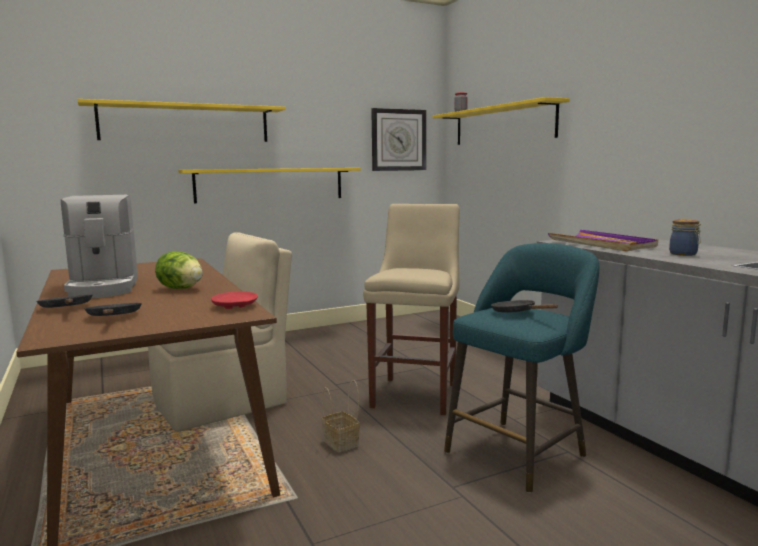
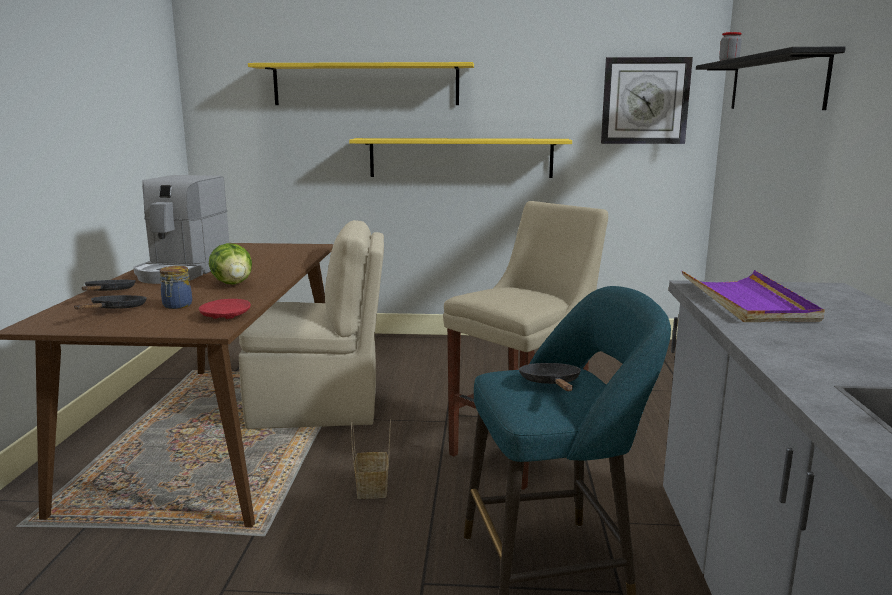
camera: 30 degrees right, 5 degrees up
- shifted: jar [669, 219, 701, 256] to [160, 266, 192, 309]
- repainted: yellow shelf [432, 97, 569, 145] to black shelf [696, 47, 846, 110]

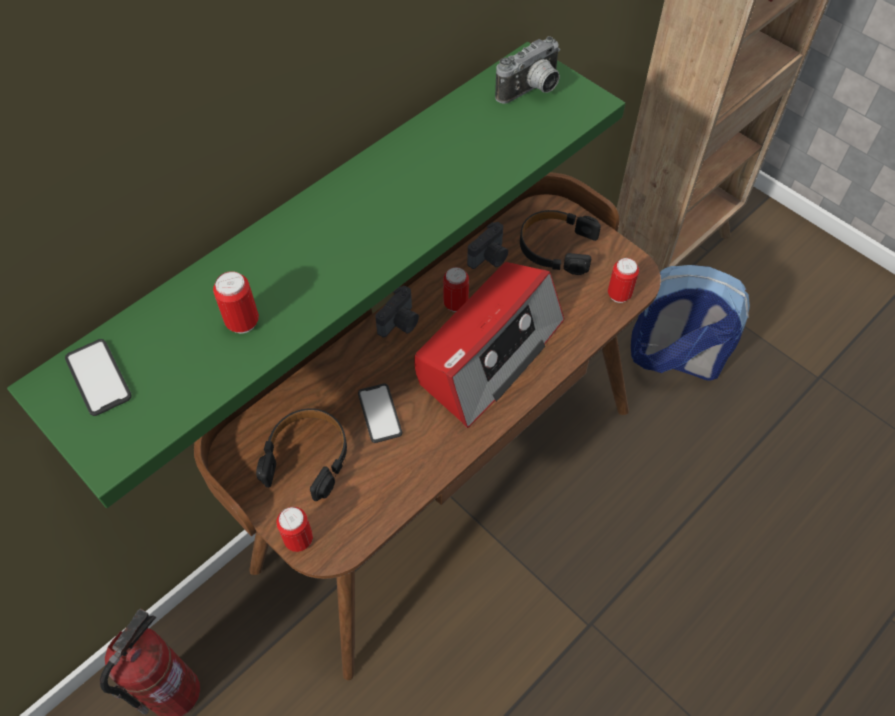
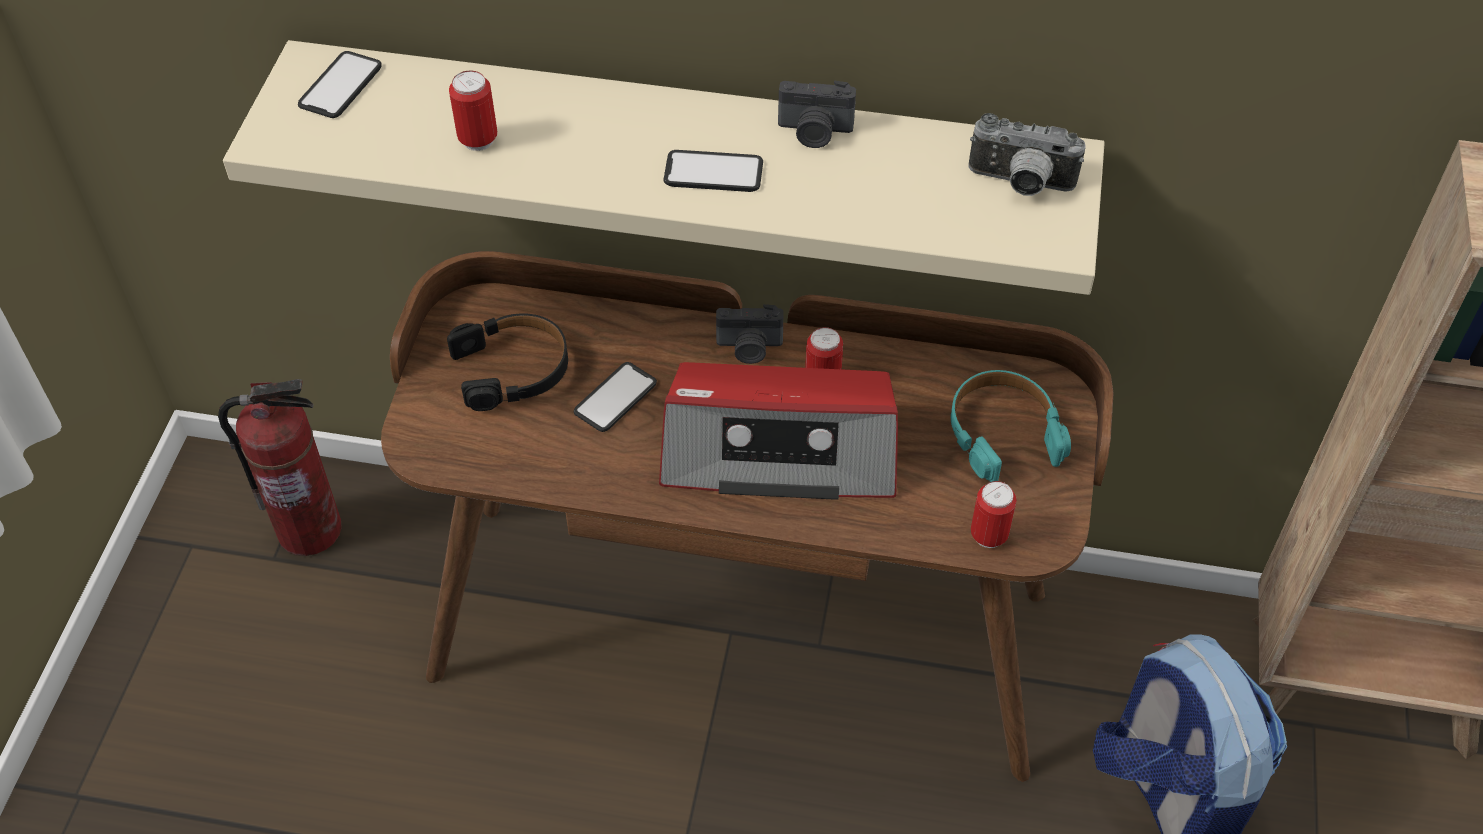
camera: 55 degrees right, 5 degrees down
- gone: can [276, 507, 313, 552]
- new: phone [663, 150, 763, 192]
- shifted: photo camera [467, 222, 508, 269] to [778, 80, 856, 148]
- repainted: green shelf [7, 42, 625, 508] to beige shelf [223, 40, 1105, 295]
- repainted: black headphones [520, 210, 601, 275] to turquoise headphones [951, 370, 1071, 482]

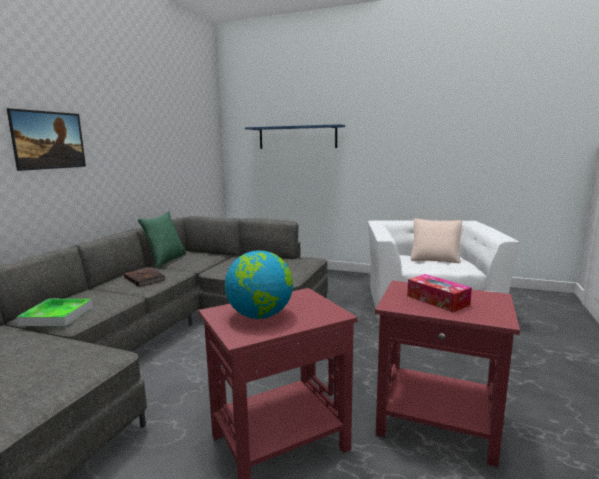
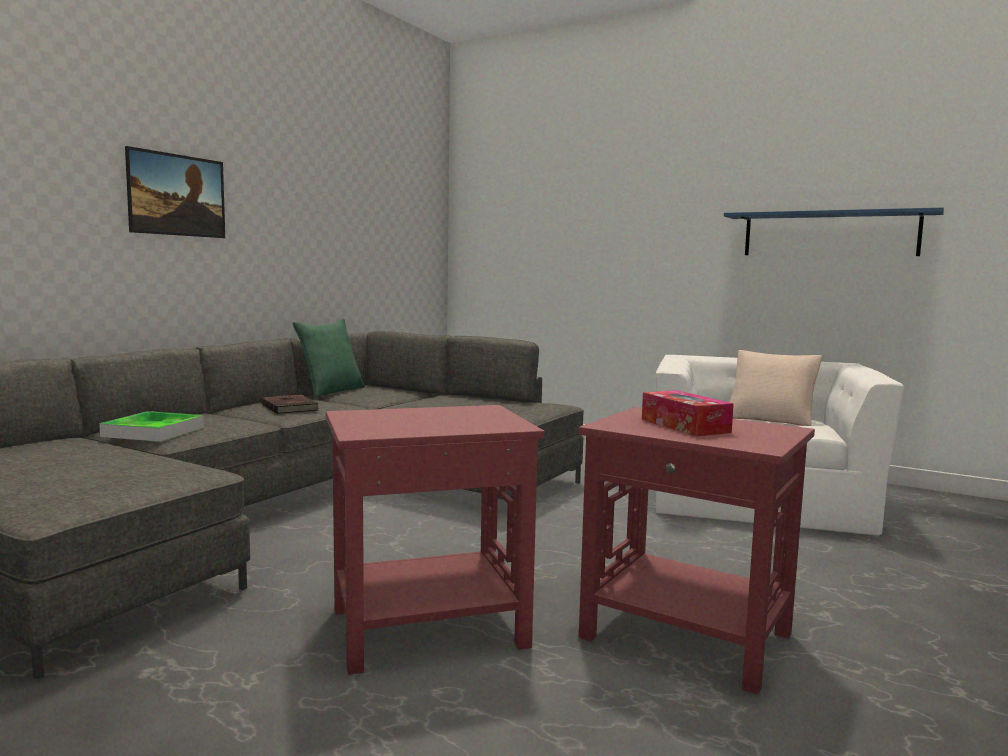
camera: 10 degrees right, 5 degrees down
- gone: globe [225, 250, 293, 319]
- shifted: blue shelf [245, 124, 345, 149] to [724, 207, 944, 256]

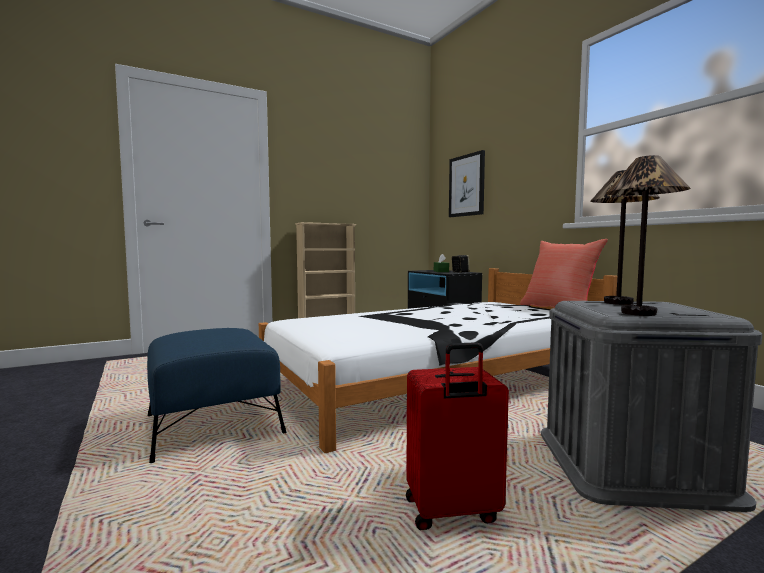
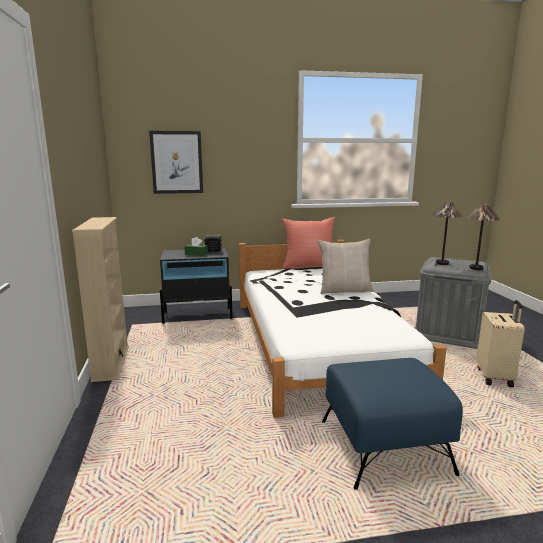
camera: 70 degrees left, 10 degrees up
- new: beige pillow [318, 239, 374, 294]
- repainted: red suitcase [406, 342, 509, 530] to beige suitcase [476, 300, 525, 387]

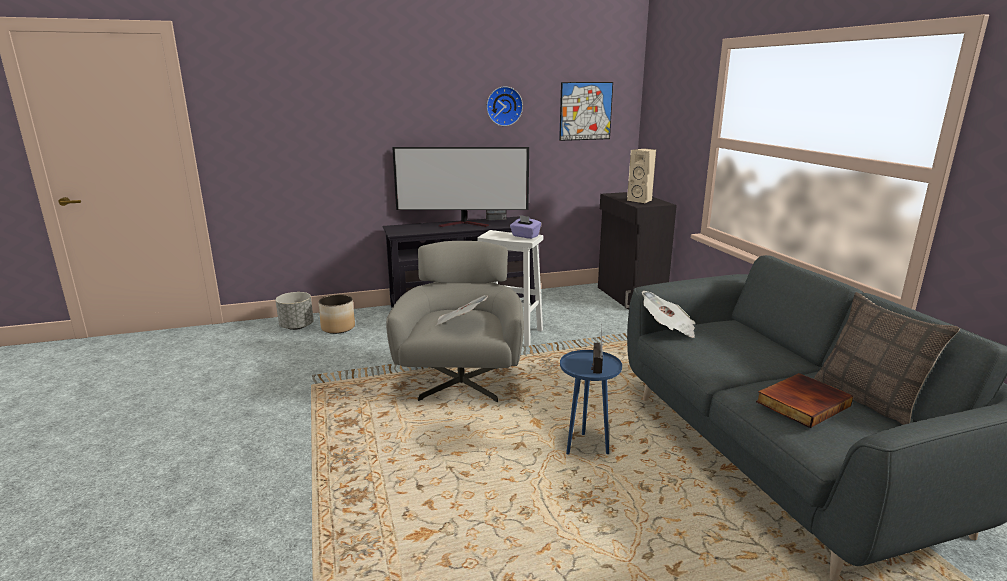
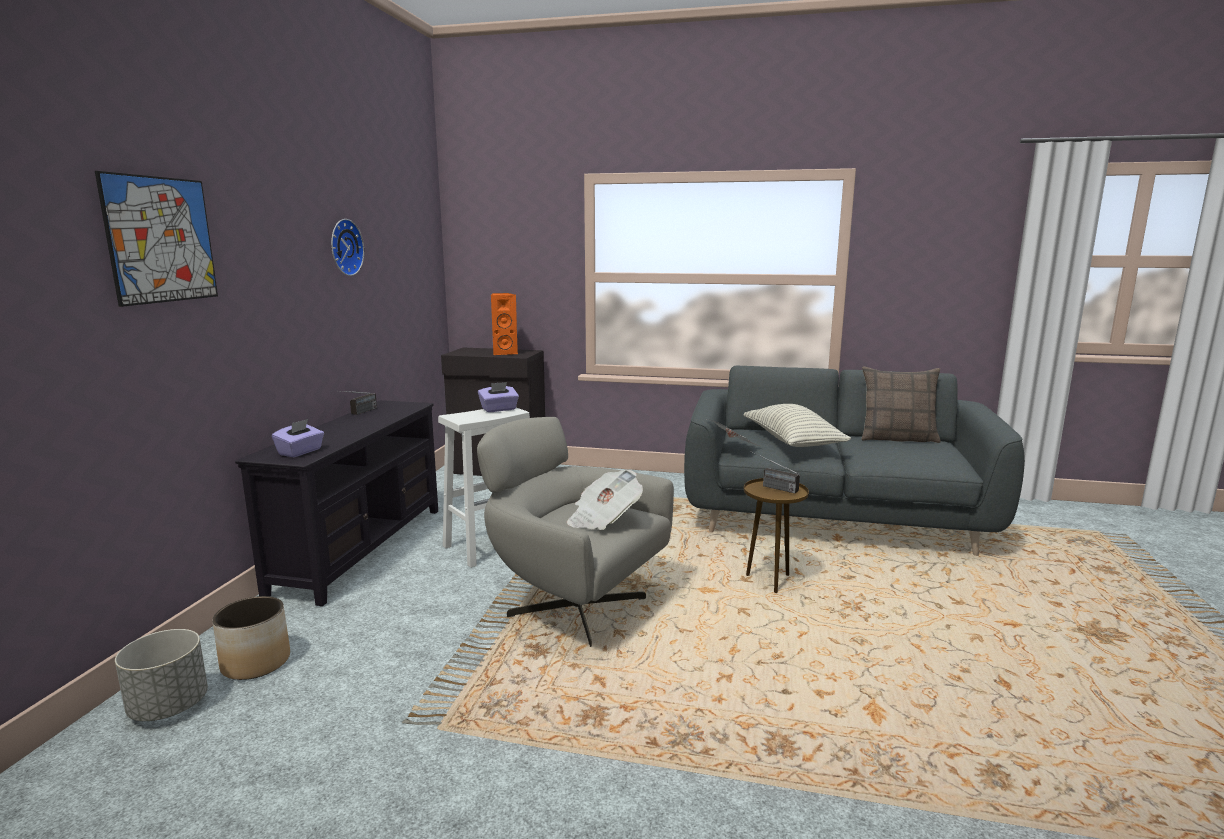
camera: 60 degrees left, 5 degrees down
- gone: television [392, 147, 529, 227]
- gone: book [756, 373, 853, 428]
- new: purple tissue box [272, 419, 324, 457]
- new: pillow [743, 404, 851, 447]
- shifted: picture [559, 82, 613, 141] to [95, 171, 218, 307]
- repainted: blue side table [560, 350, 622, 455] to brown side table [744, 478, 809, 593]
- repainted: beige speaker [627, 149, 656, 203] to orange speaker [491, 293, 518, 355]

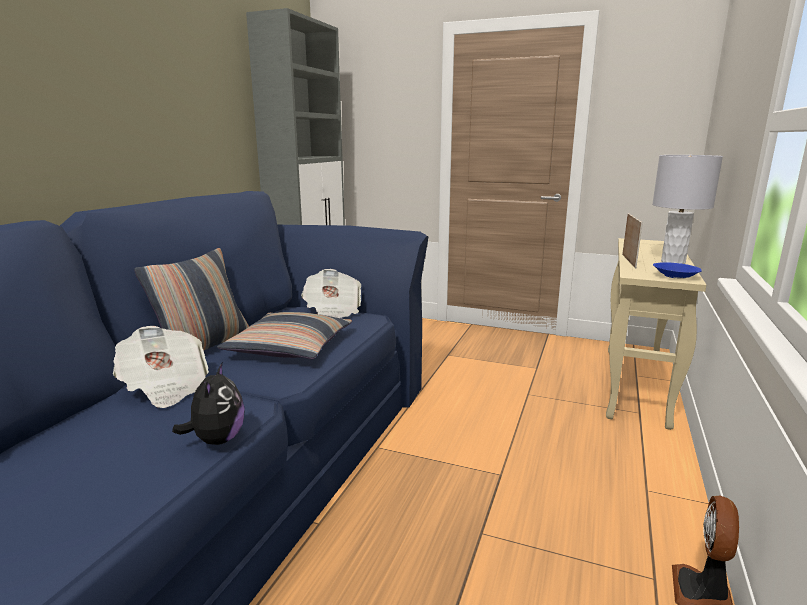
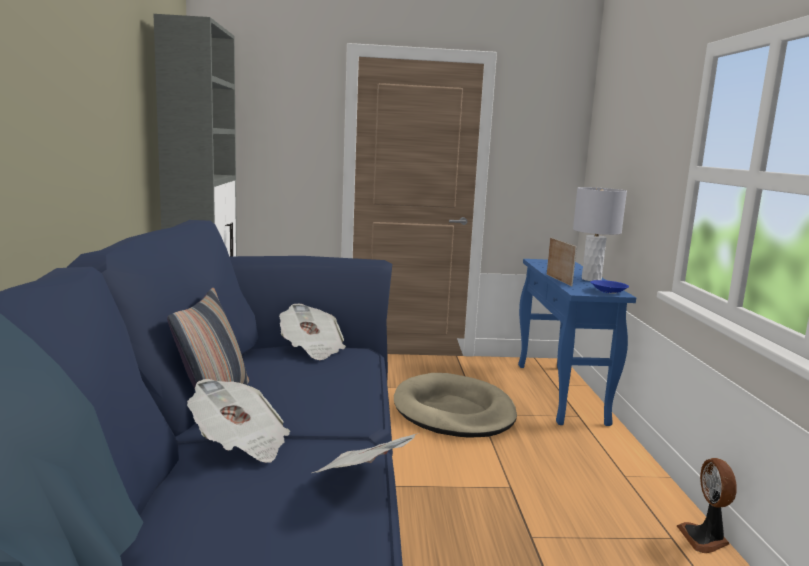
camera: 25 degrees left, 5 degrees down
- gone: pillow [217, 312, 352, 359]
- new: beige dog bed [394, 373, 517, 438]
- swapped: plush toy [172, 363, 245, 445] to newspaper [312, 433, 418, 473]
- repainted: beige console table [606, 238, 706, 430] to blue console table [518, 259, 636, 426]

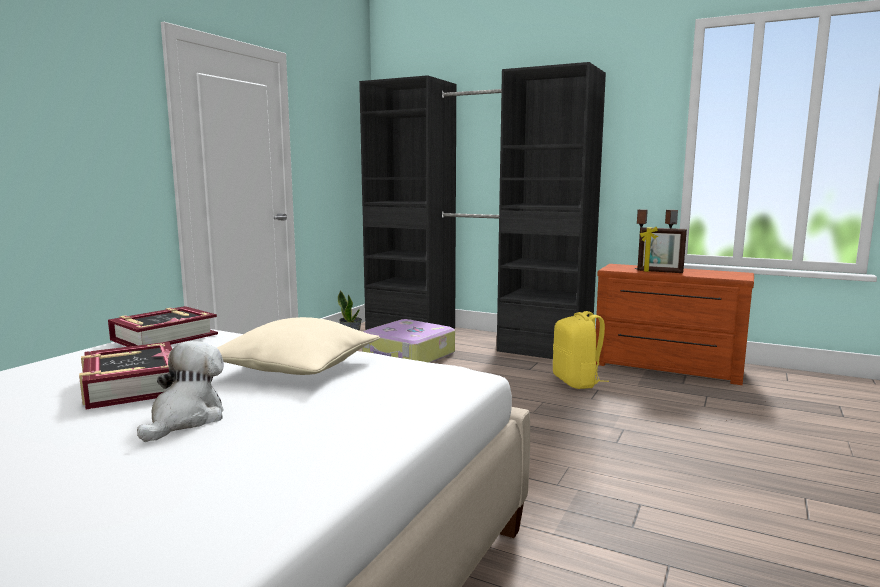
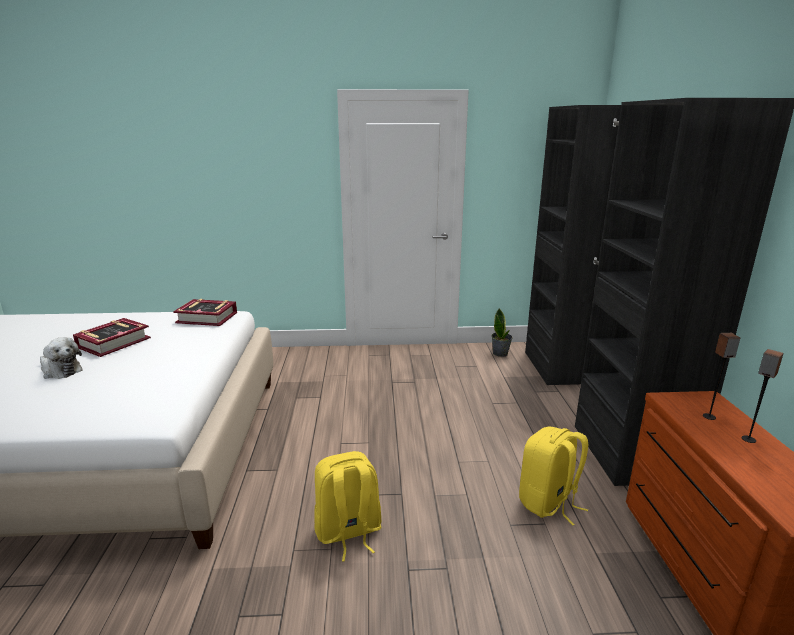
camera: 60 degrees right, 10 degrees up
- gone: beige pillow [217, 317, 380, 375]
- gone: suitcase [362, 319, 455, 363]
- gone: picture frame [637, 227, 687, 273]
- new: yellow backpack [314, 451, 382, 562]
- rotated: plush toy [137, 341, 224, 442] = [40, 337, 83, 379] 45 degrees clockwise

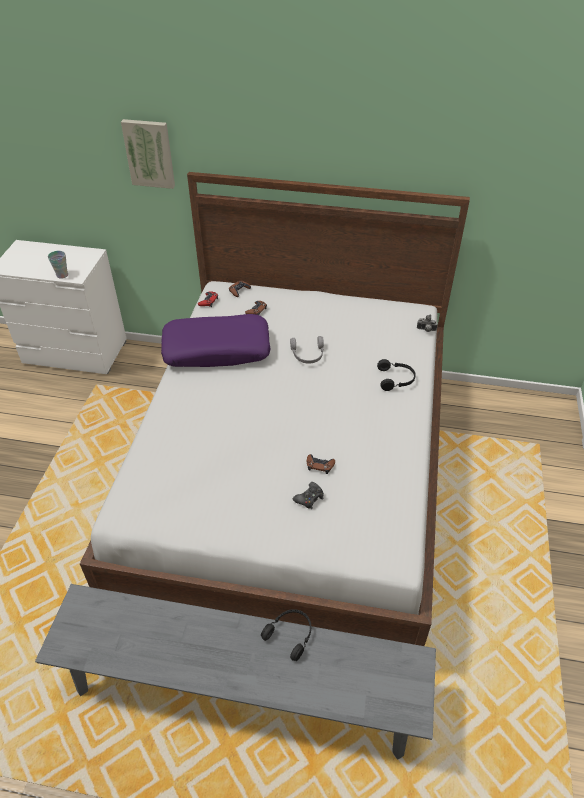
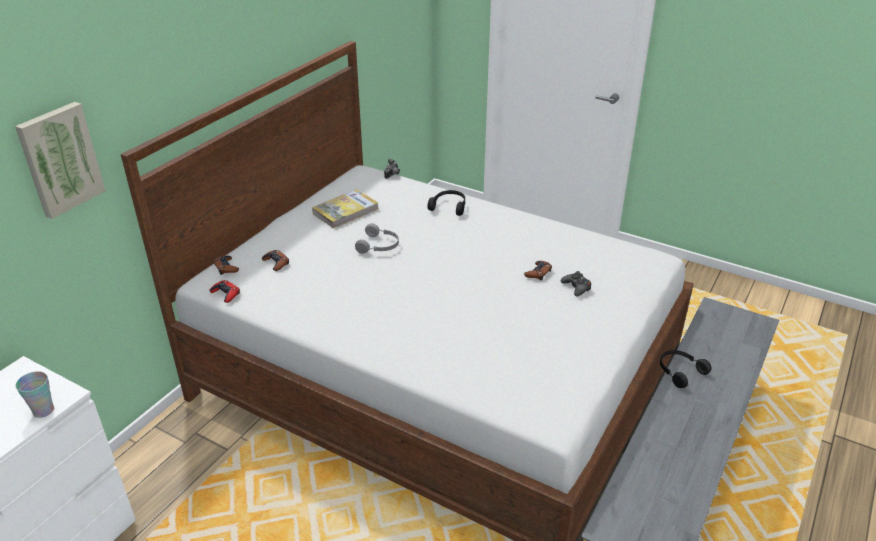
camera: 70 degrees left, 10 degrees down
- gone: purple pillow [161, 314, 271, 367]
- new: book [312, 189, 378, 229]

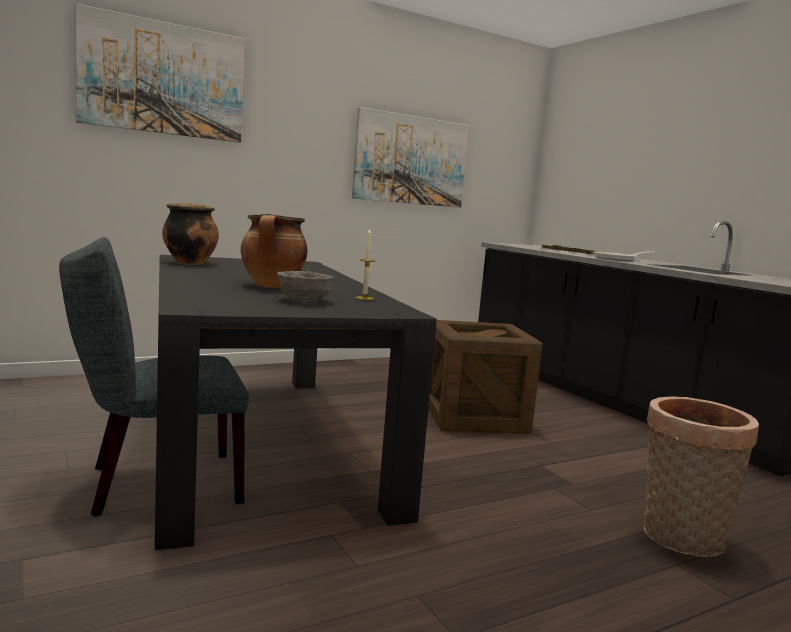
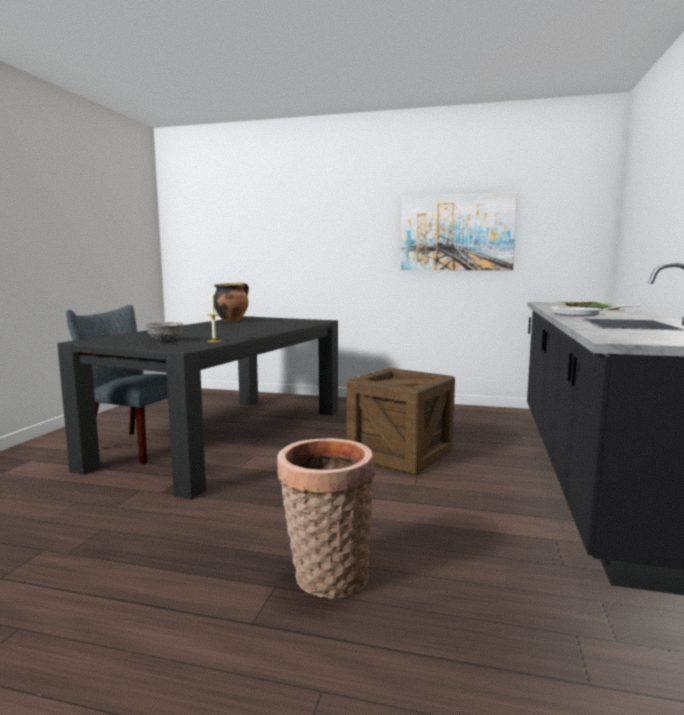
camera: 45 degrees right, 0 degrees up
- gone: picture [75, 4, 245, 142]
- gone: cooking pot [241, 214, 307, 288]

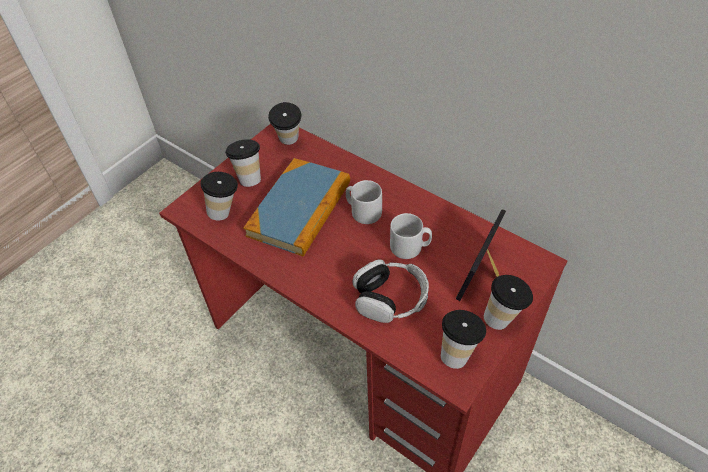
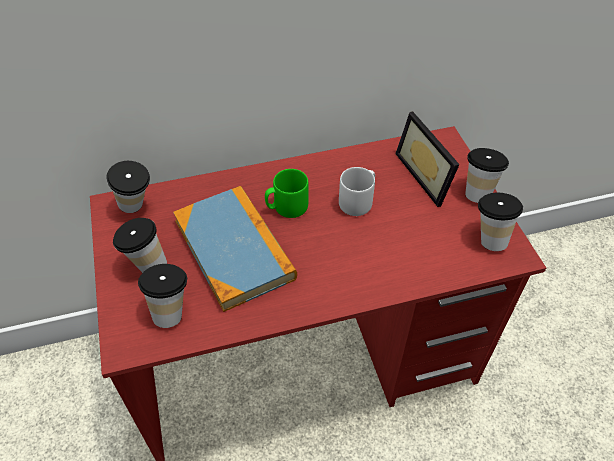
camera: 55 degrees left, 0 degrees up
- gone: headphones [352, 260, 429, 323]
- repainted: grey mug [346, 180, 382, 224] to green mug [265, 169, 308, 218]

